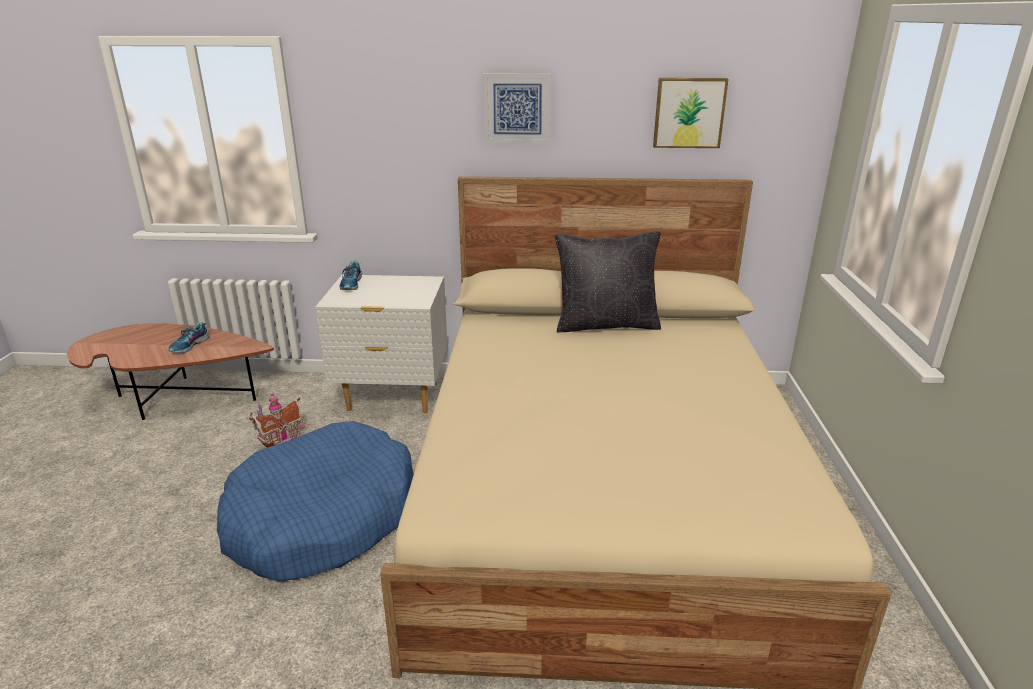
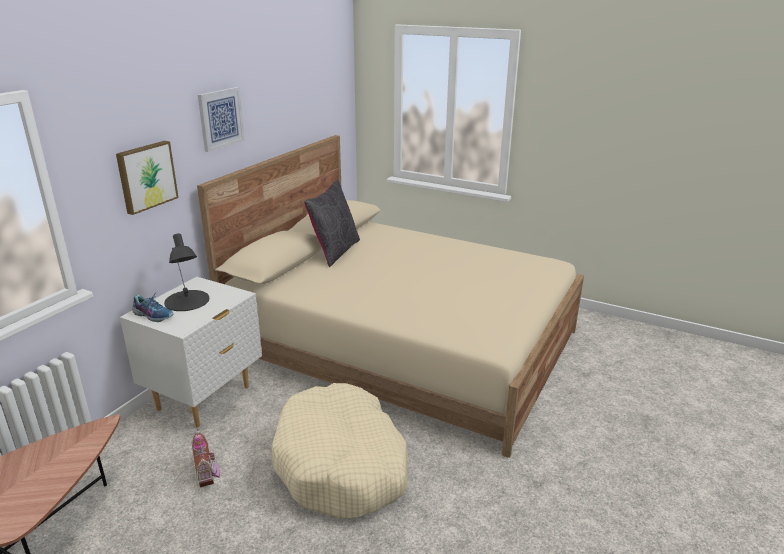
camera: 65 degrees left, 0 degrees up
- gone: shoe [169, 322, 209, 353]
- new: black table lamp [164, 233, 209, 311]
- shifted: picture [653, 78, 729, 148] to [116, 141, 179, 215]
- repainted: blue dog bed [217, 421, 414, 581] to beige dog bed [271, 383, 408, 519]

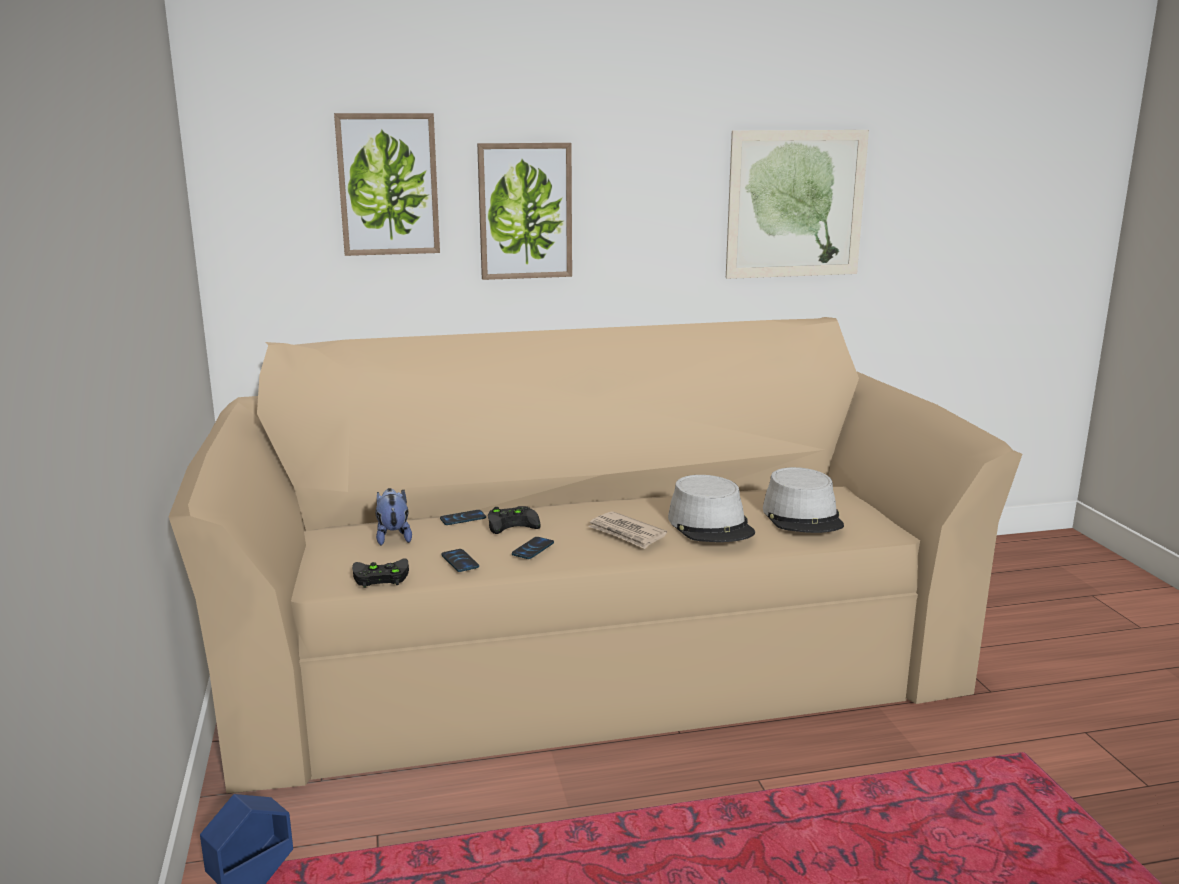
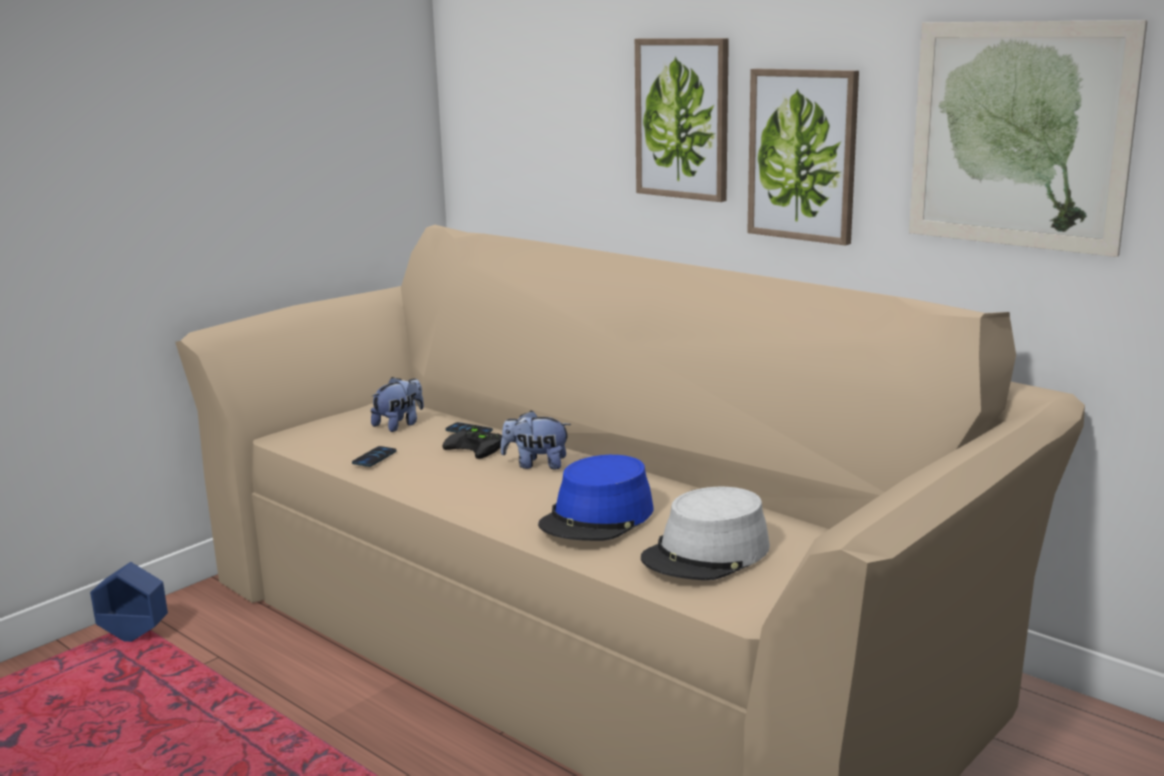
camera: 55 degrees right, 0 degrees up
- gone: black game controller [352, 558, 409, 588]
- gone: phone [512, 537, 554, 559]
- gone: newspaper [588, 511, 667, 549]
- new: plush toy [501, 410, 571, 469]
- shifted: picture [334, 113, 440, 256] to [747, 69, 859, 246]
- repainted: grey hat [668, 475, 755, 542] to blue hat [538, 455, 653, 541]

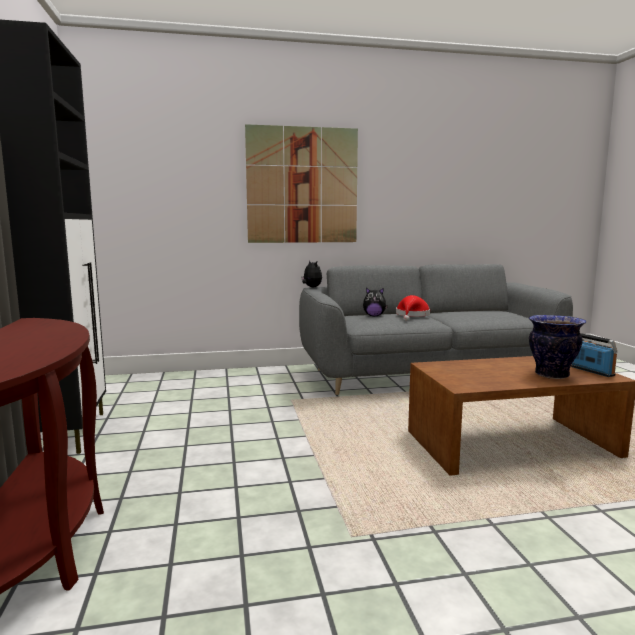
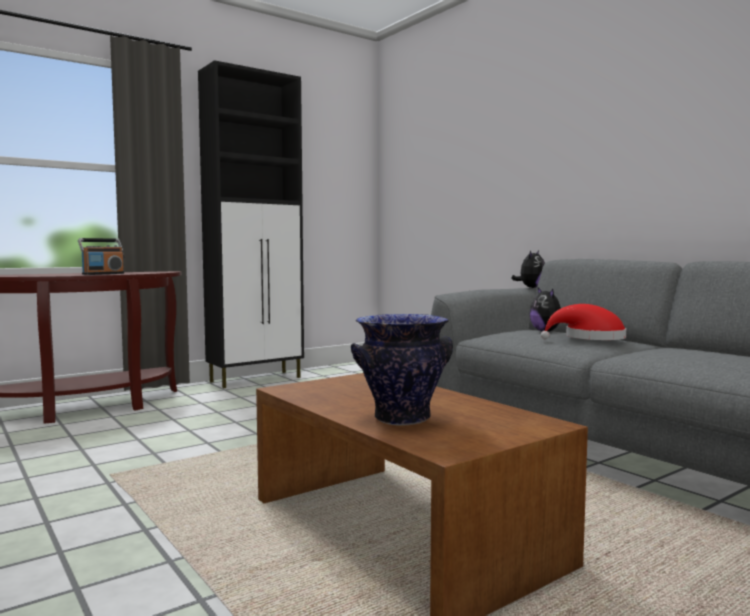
camera: 65 degrees right, 5 degrees down
- gone: picture [245, 124, 358, 243]
- shifted: radio [571, 333, 617, 377] to [78, 238, 124, 275]

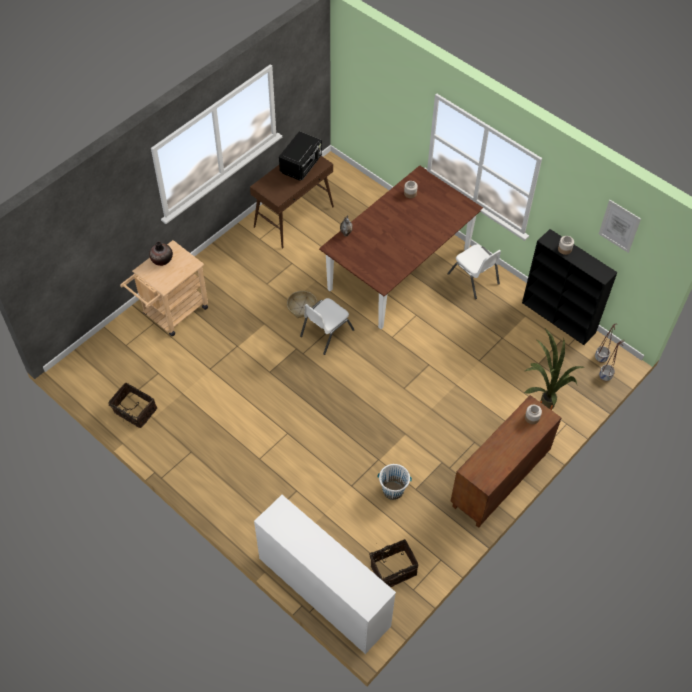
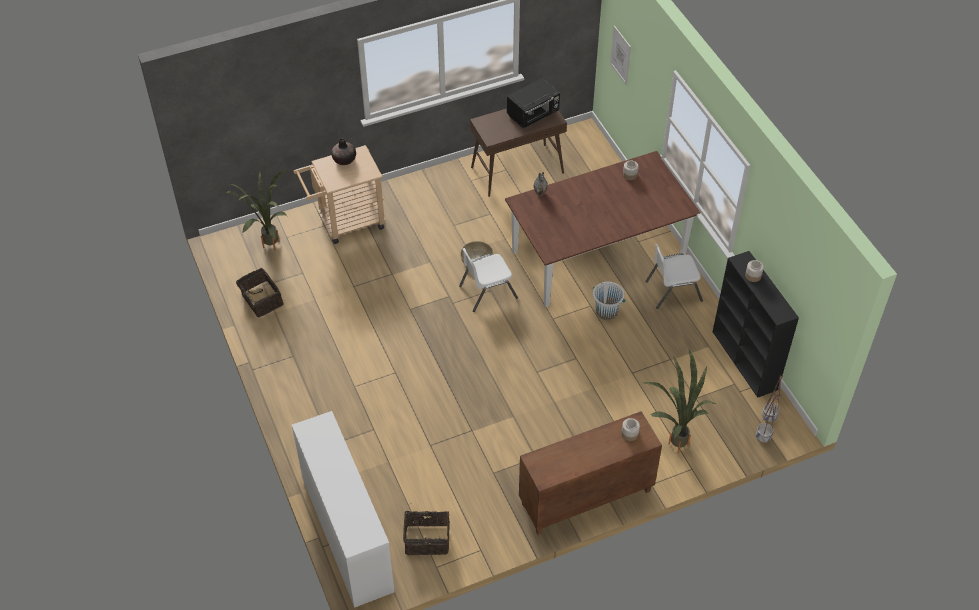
camera: 25 degrees right, 5 degrees down
- new: potted plant [226, 170, 287, 250]
- shifted: white bucket [377, 464, 412, 500] to [593, 282, 626, 320]
- shifted: picture [599, 200, 641, 253] to [610, 25, 631, 85]
- rotated: white chair [447, 245, 501, 299] = [645, 244, 703, 309] 90 degrees clockwise

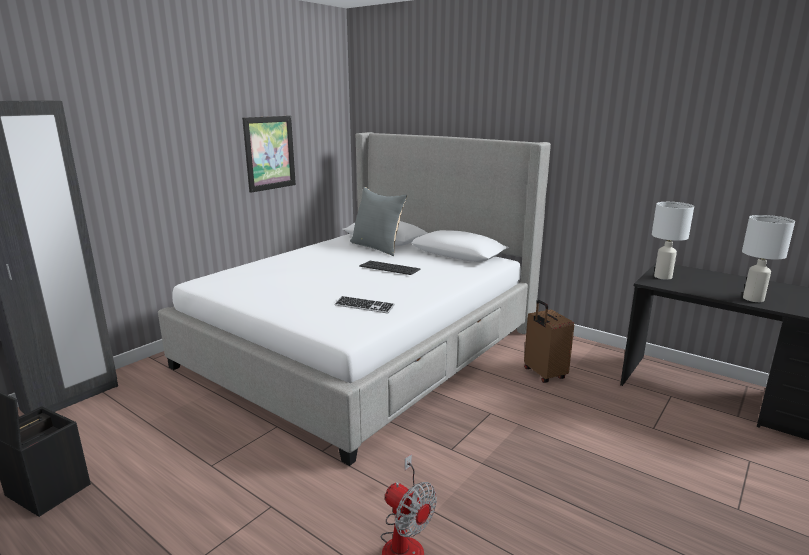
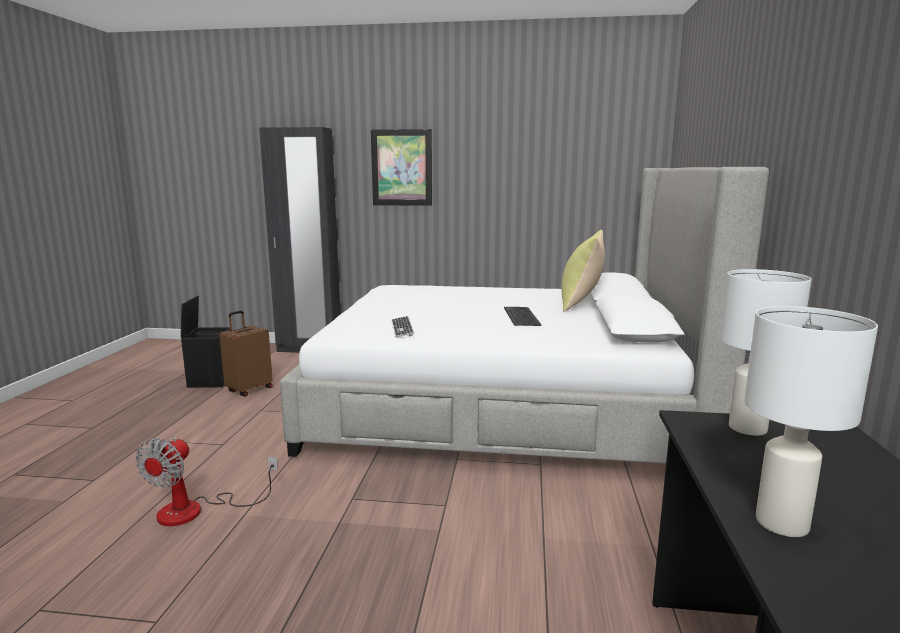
camera: 60 degrees right, 5 degrees down
- shifted: picture [242, 116, 296, 193] to [371, 129, 432, 206]
- shifted: brown suitcase [524, 300, 574, 383] to [219, 311, 273, 397]
- repainted: grey pillow [350, 187, 408, 256] to yellow pillow [562, 230, 605, 312]

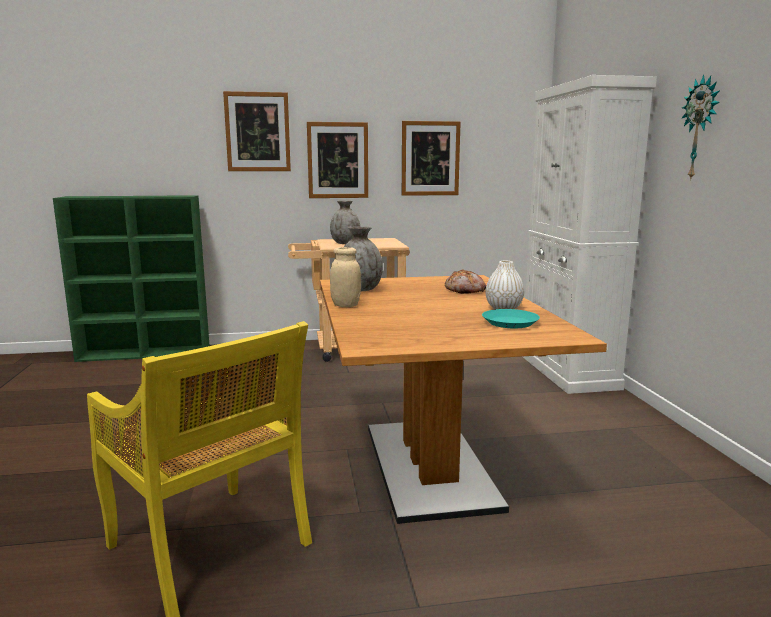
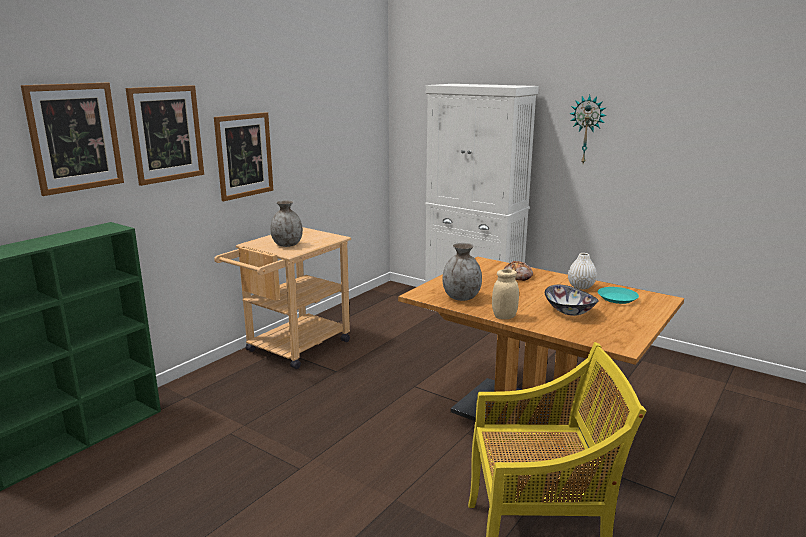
camera: 45 degrees left, 5 degrees up
- new: bowl [545, 285, 598, 316]
- shifted: picture [402, 121, 461, 196] to [21, 83, 124, 196]

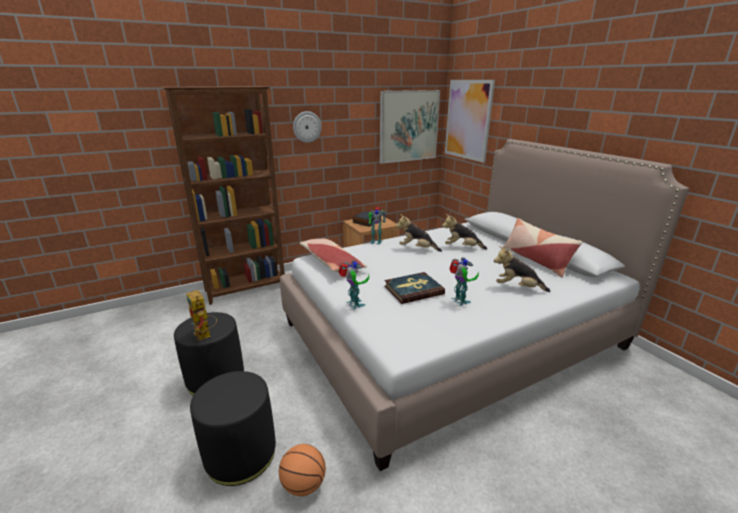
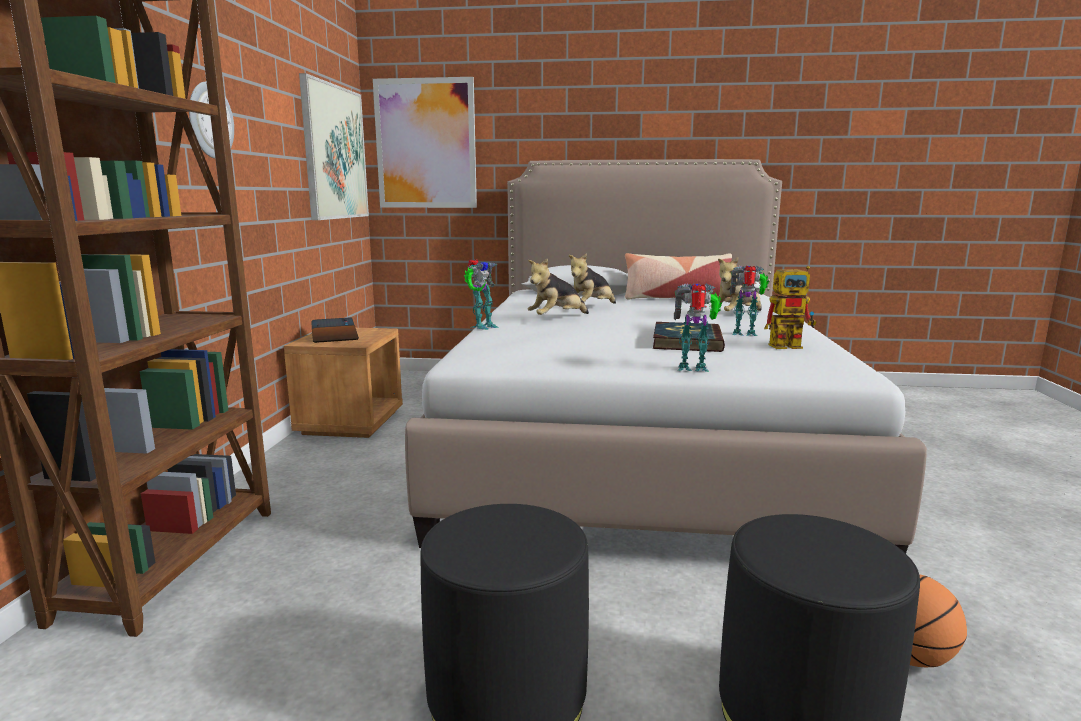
camera: 55 degrees left, 10 degrees down
- gone: pillow [300, 239, 367, 272]
- shifted: toy robot [186, 290, 217, 341] to [764, 266, 816, 349]

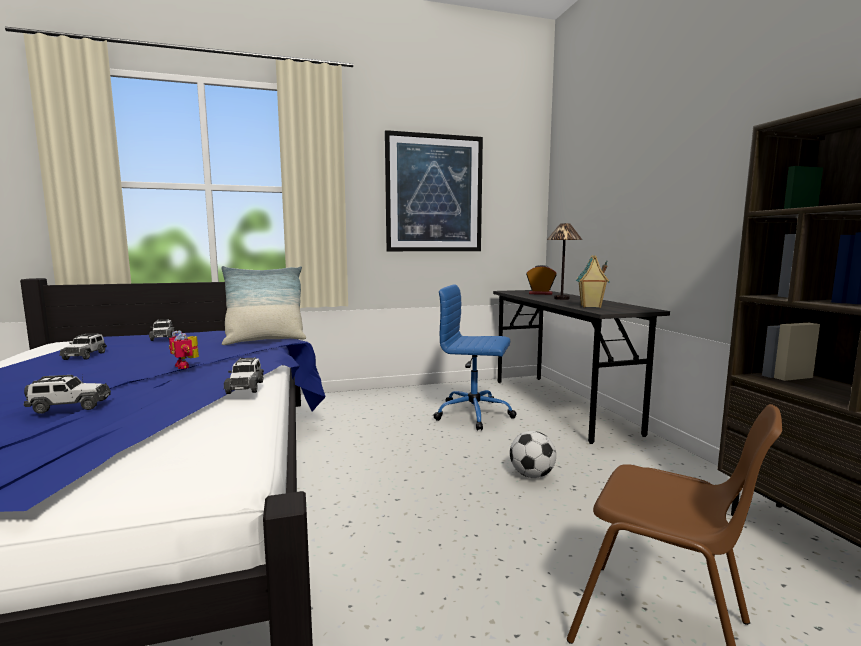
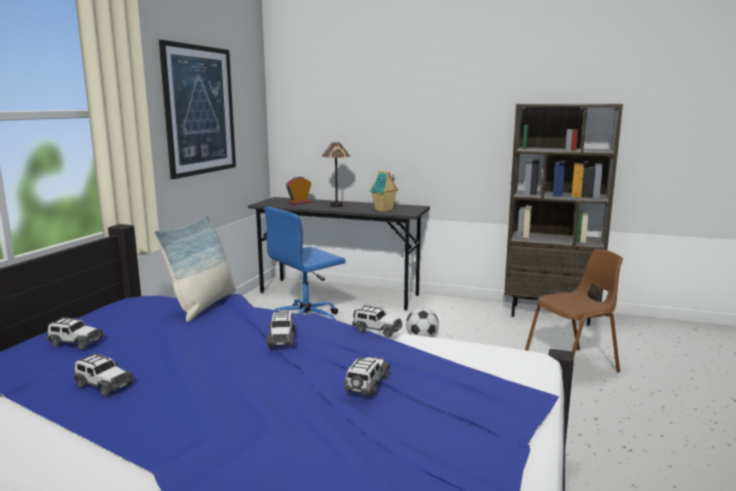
camera: 55 degrees left, 5 degrees up
- swapped: toy robot [169, 330, 199, 369] to toy car [267, 311, 295, 348]

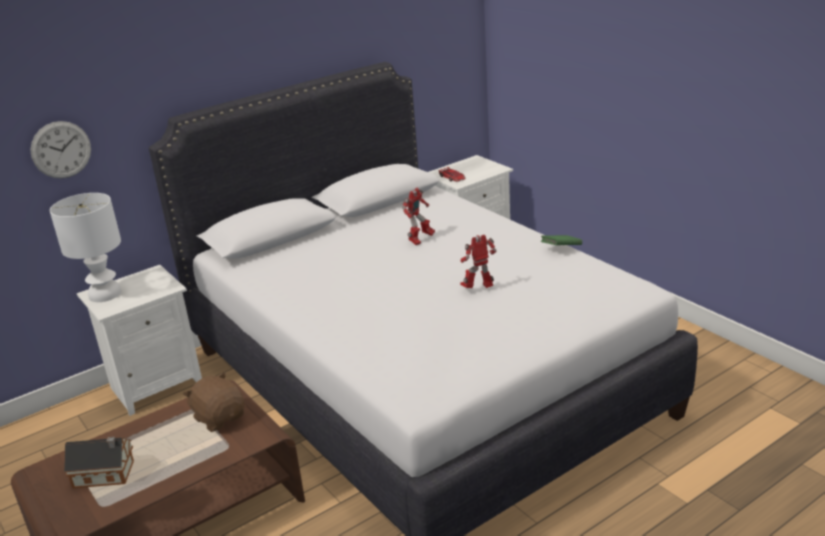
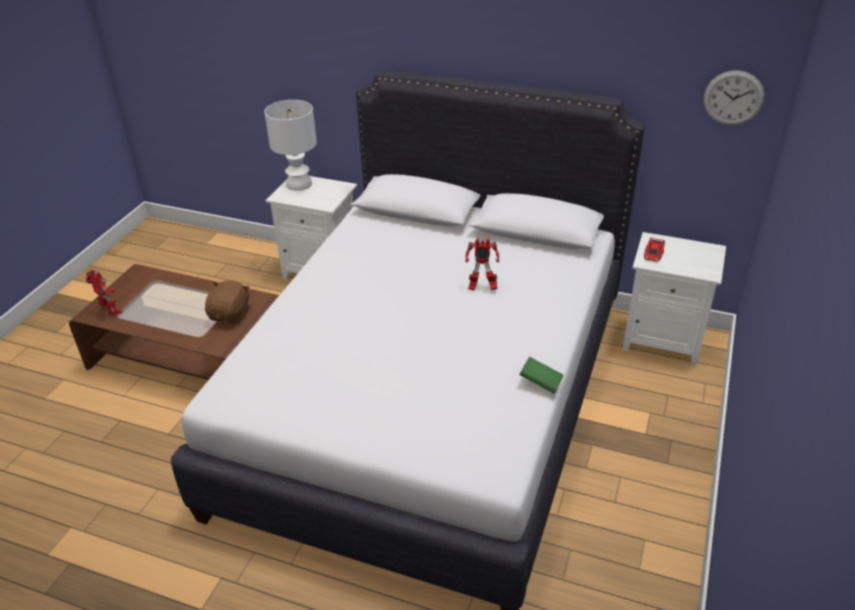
camera: 55 degrees right, 10 degrees up
- gone: toy house [64, 437, 134, 488]
- shifted: wall clock [30, 121, 91, 179] to [703, 70, 765, 125]
- shifted: toy robot [460, 235, 497, 288] to [86, 269, 122, 315]

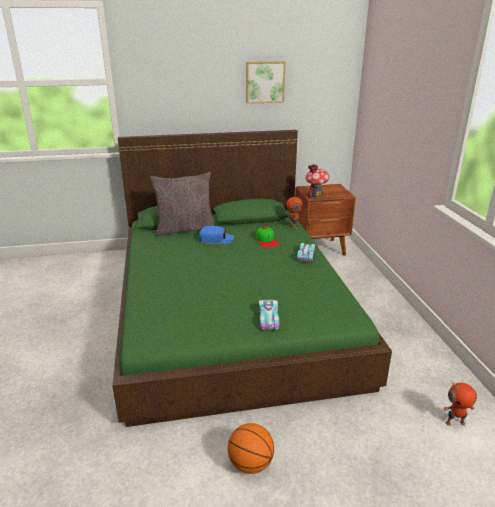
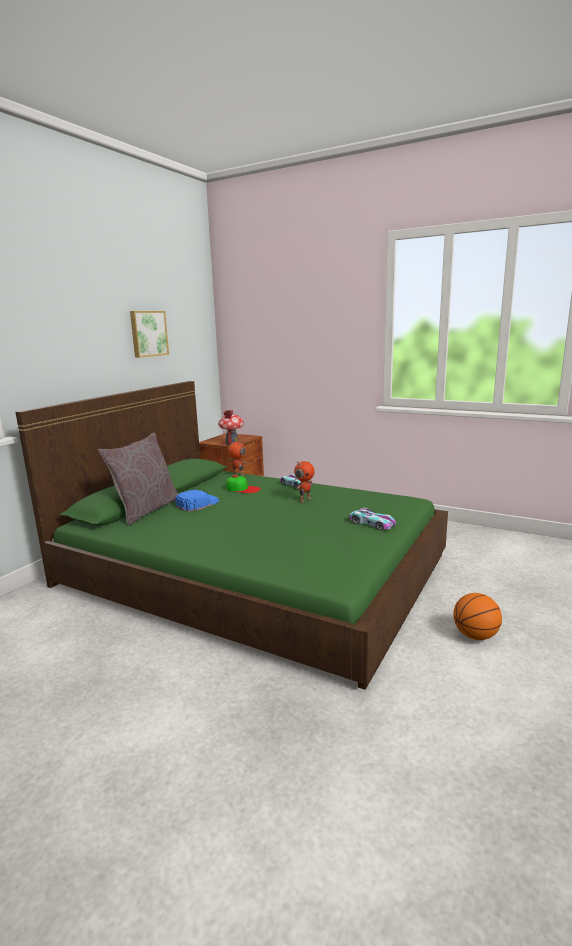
camera: 50 degrees left, 10 degrees down
- shifted: toy robot [443, 381, 477, 426] to [294, 461, 315, 502]

